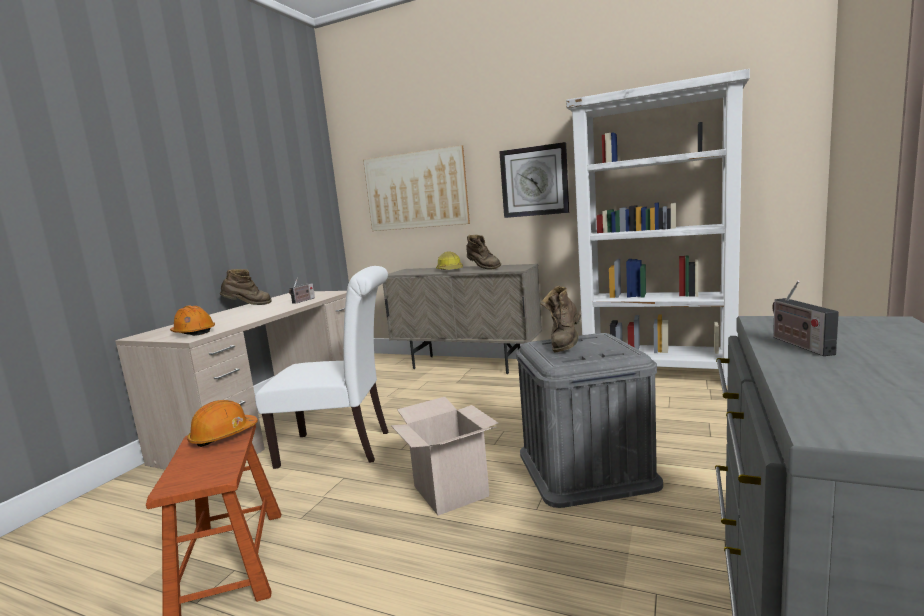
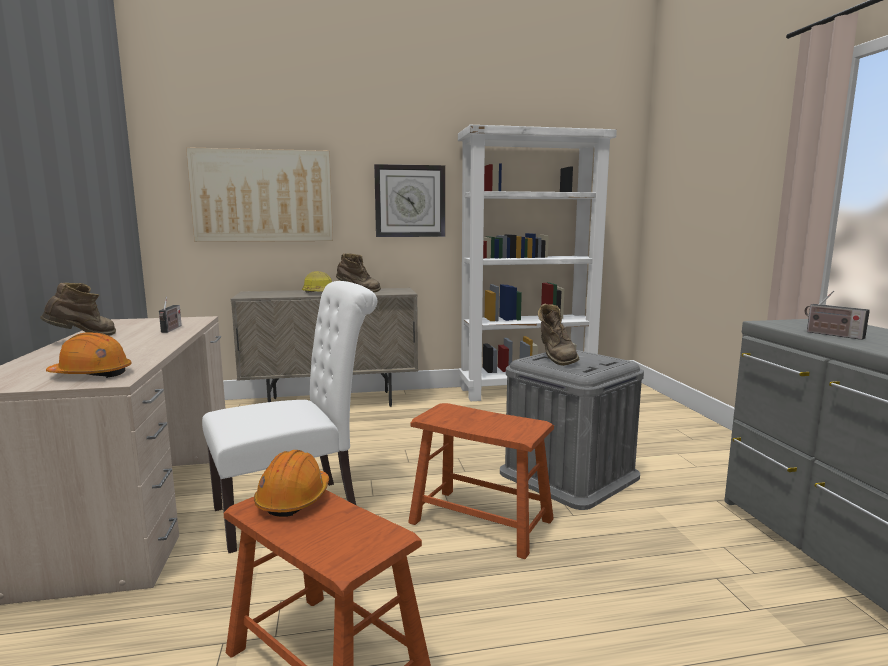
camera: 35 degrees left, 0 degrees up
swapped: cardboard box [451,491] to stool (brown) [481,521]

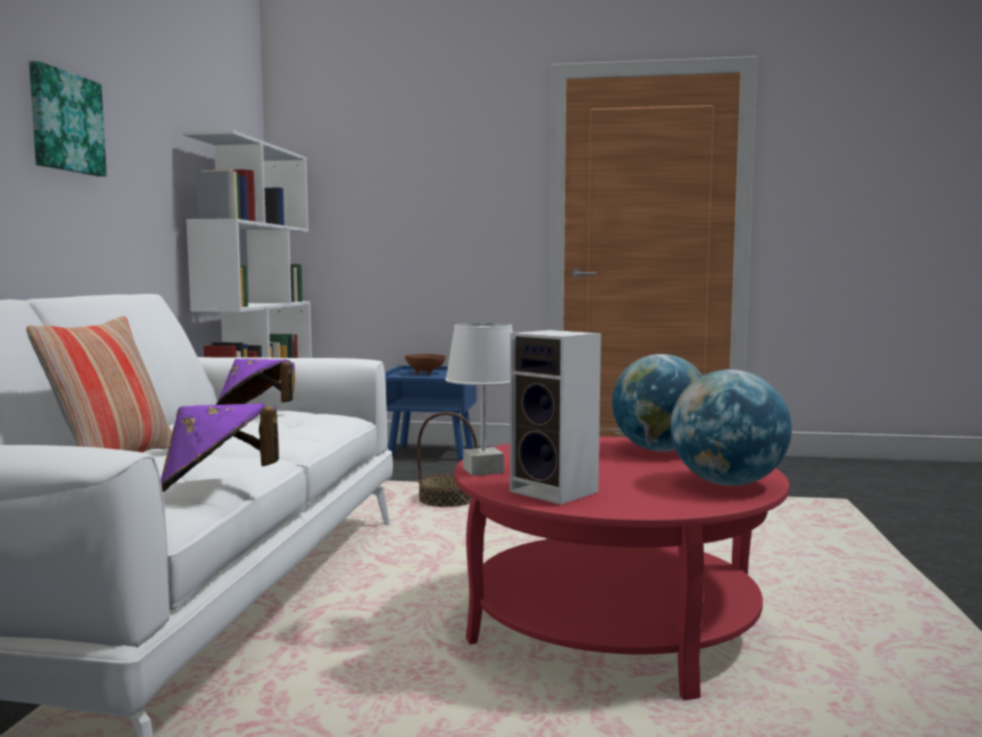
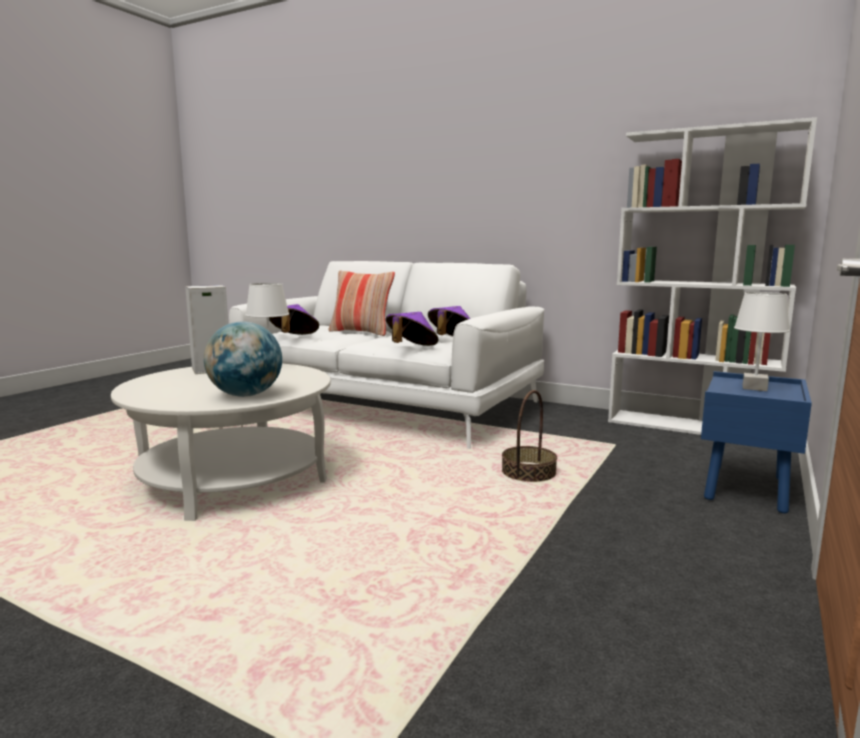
camera: 110 degrees right, 5 degrees up
gone: picture [65,122]; globe [727,483]
new: hat (purple) [411,348]
swapped: bowl (brown) [426,373] to table lamp (white) [754,388]
repainted: coffee table (red) [613,624] to coffee table (white) [233,479]

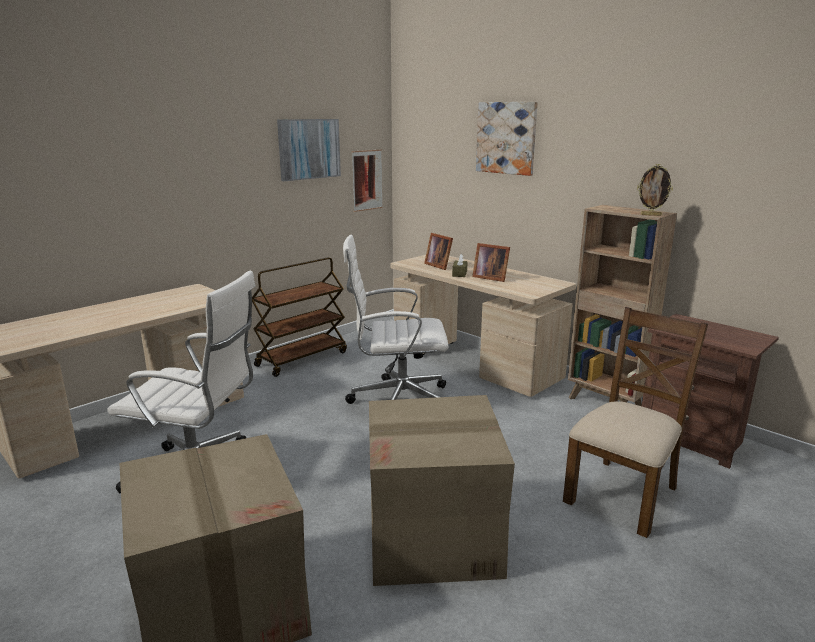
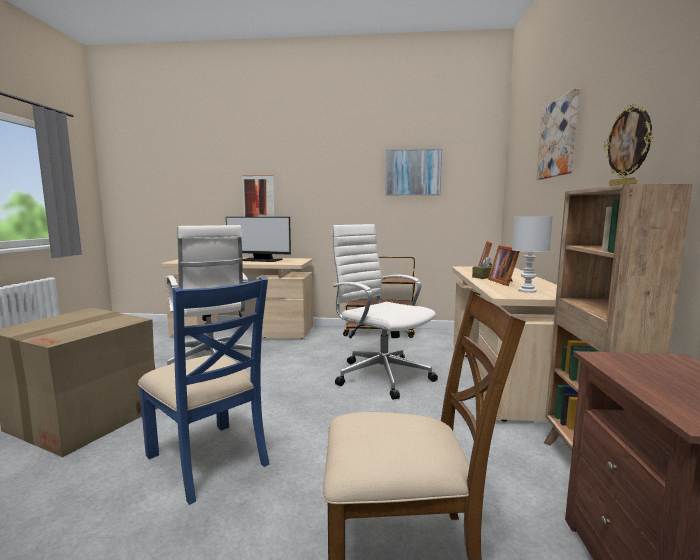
camera: 50 degrees right, 10 degrees down
new: monitor [261,260]; table lamp (white) [526,291]
shifted: picture [367,180] to [258,199]
swapped: cardboard box [434,537] to chair (blue) [208,459]

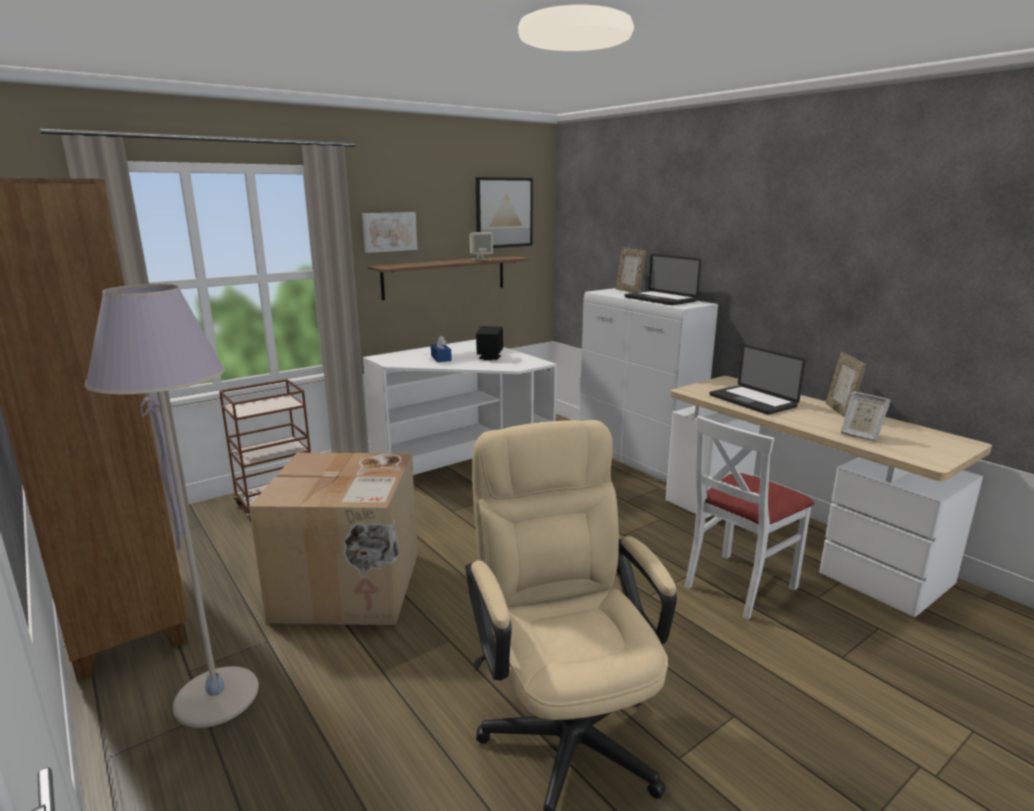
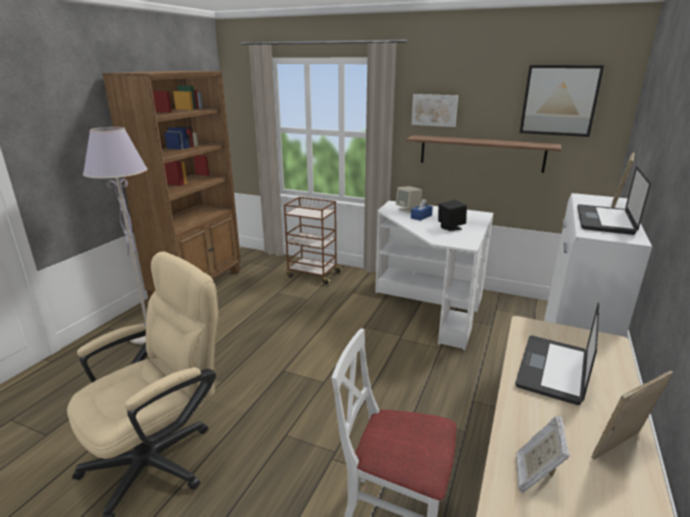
camera: 60 degrees right, 5 degrees up
gone: cardboard box [349,587]
shifted: speaker (beige) [481,259] to [408,209]

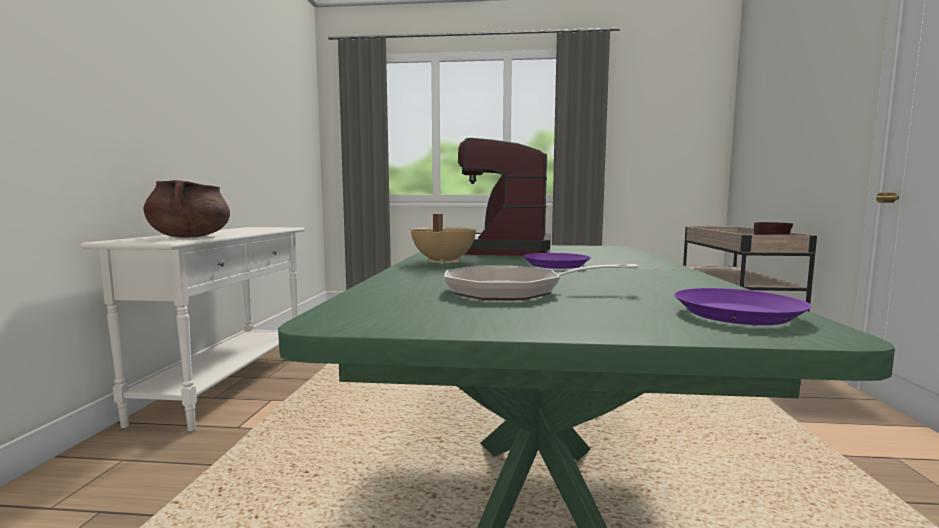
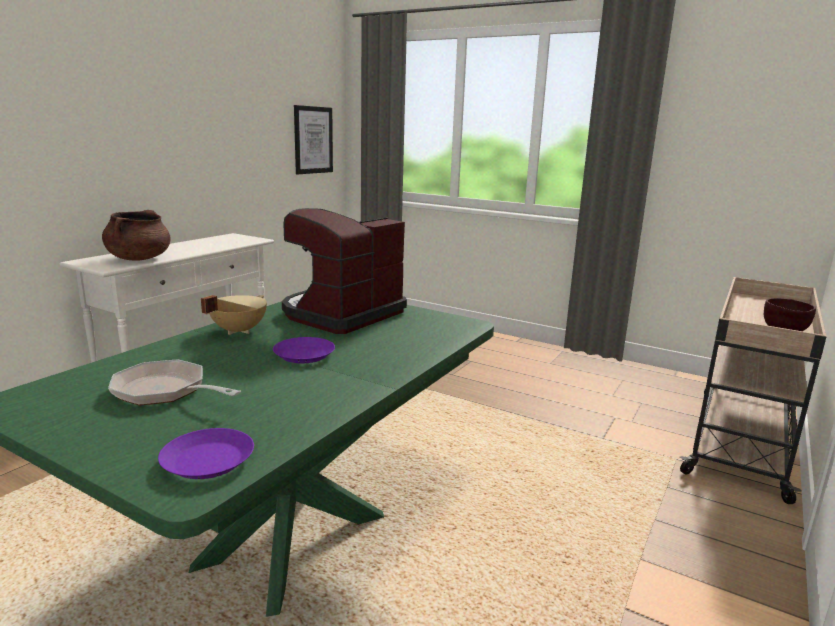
camera: 25 degrees right, 10 degrees up
new: picture [313,140]

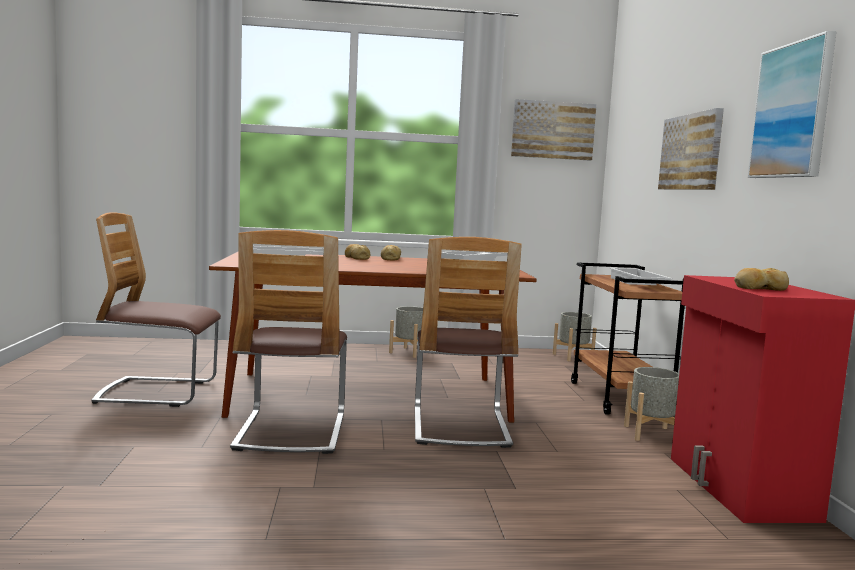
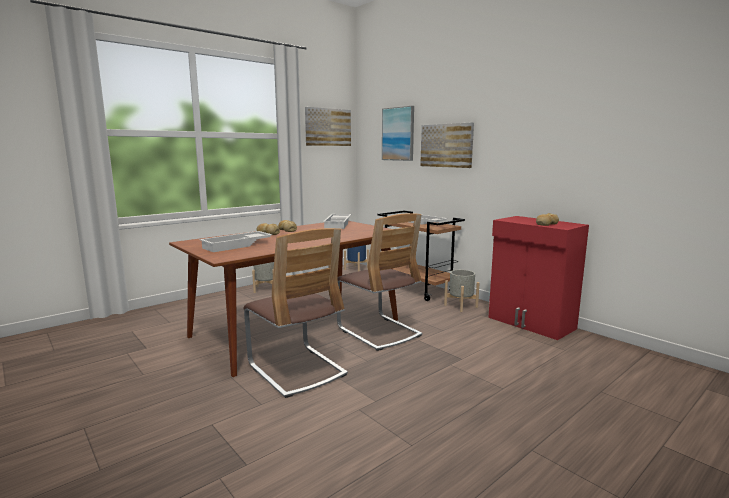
camera: 35 degrees left, 5 degrees up
gone: chair [157,392]
shifted: picture [792,111] to [398,134]
repainted: planter (grey) [572,357] to planter (blue) [356,269]

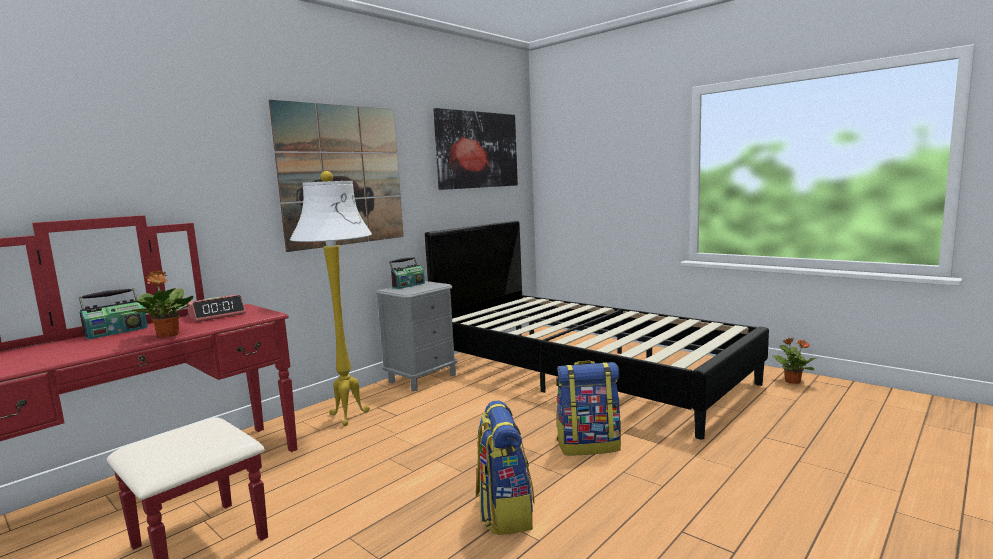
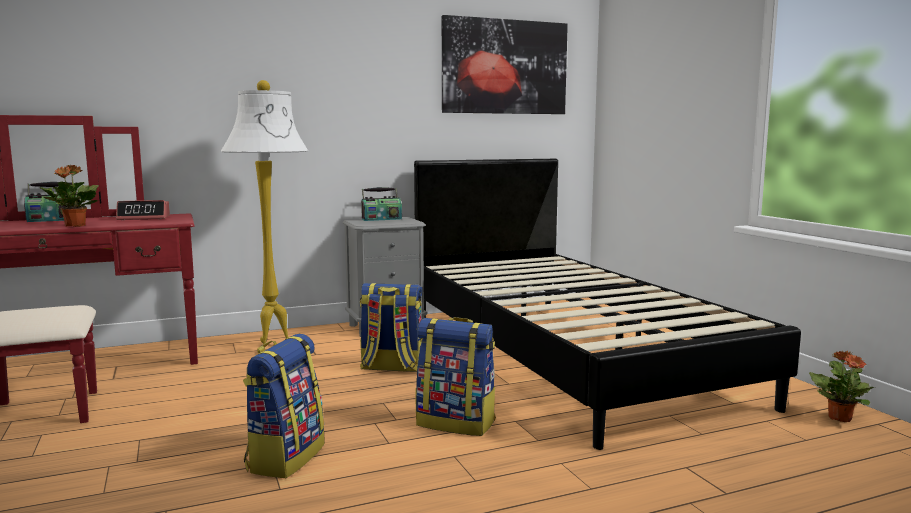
camera: 25 degrees right, 0 degrees up
gone: picture [342,175]
new: backpack [391,367]

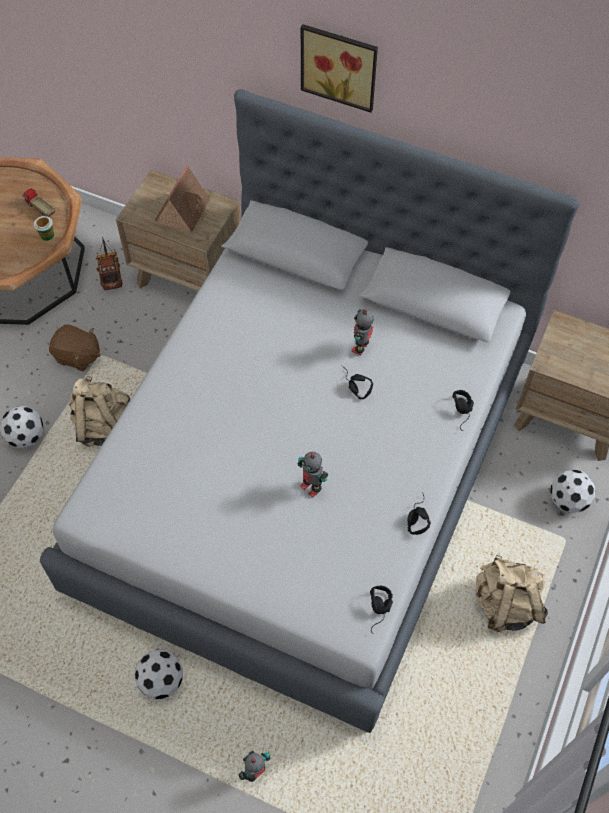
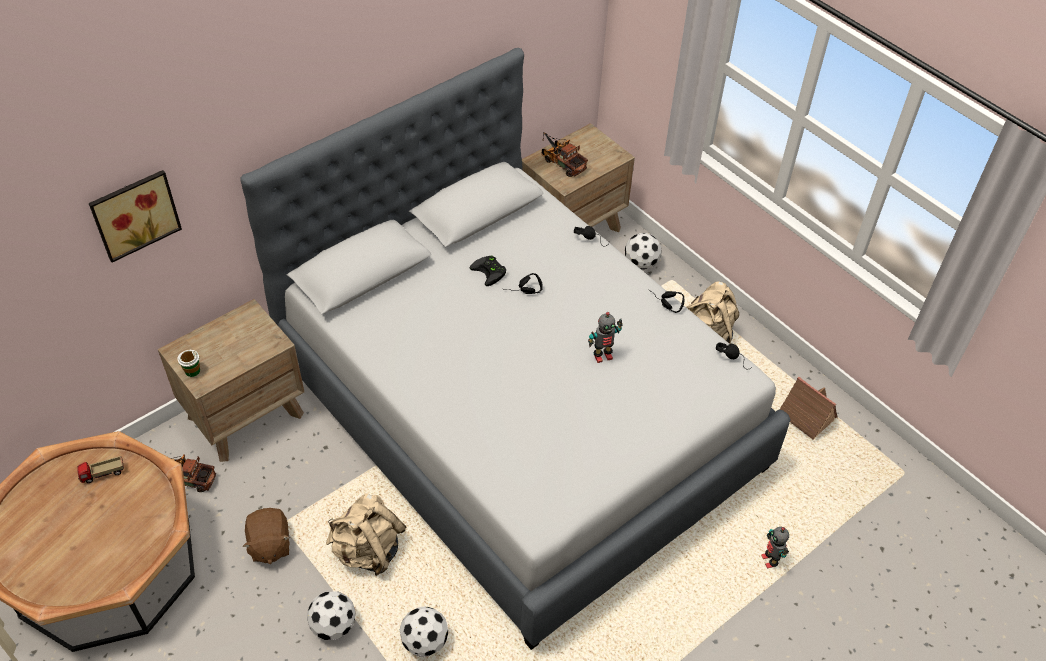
camera: 65 degrees left, 10 degrees down
new: toy truck [561,162]
shifted: cup [47,235] to [192,371]; football [161,680] to [425,642]; toy house [184,210] to [803,416]; picture [340,65] to [134,213]
swapped: toy robot [361,348] to game controller (black) [490,272]
rotated: plush toy (brown) [77,356] = [269,545] 120 degrees clockwise

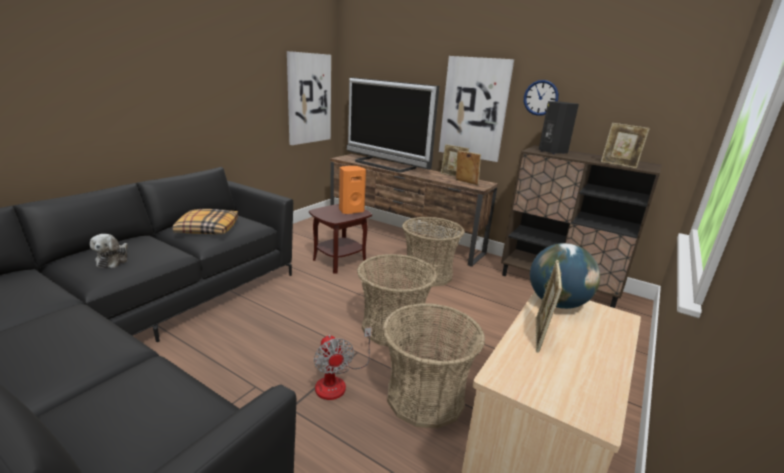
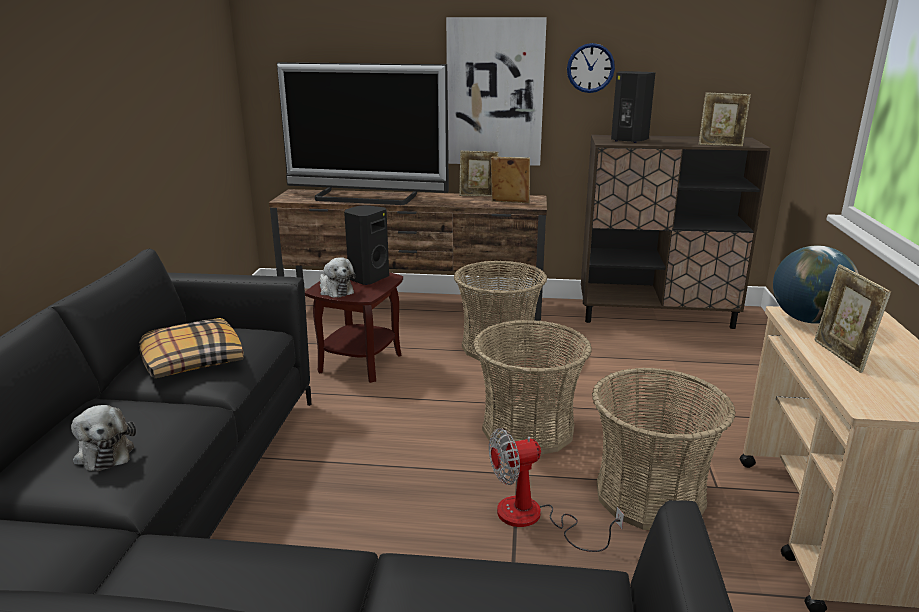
camera: 25 degrees left, 0 degrees up
gone: picture [309,98]
new: plush toy [335,290]
repainted: speaker (orange) [350,211] to speaker (black) [367,278]
rotated: fan [337,381] = [534,518] 120 degrees clockwise

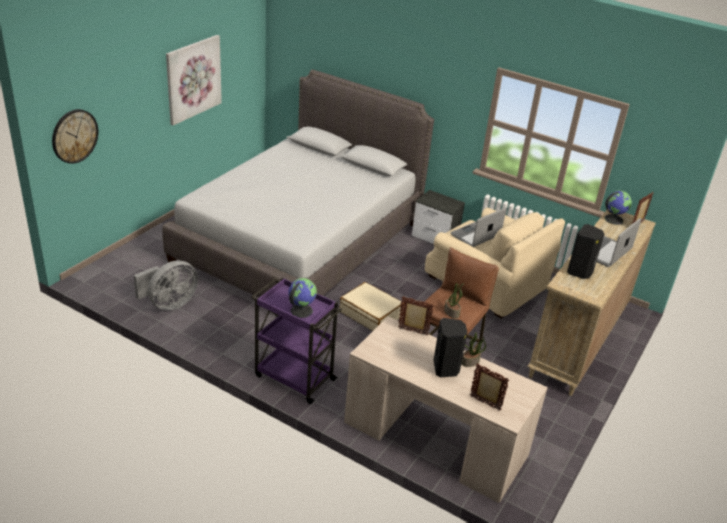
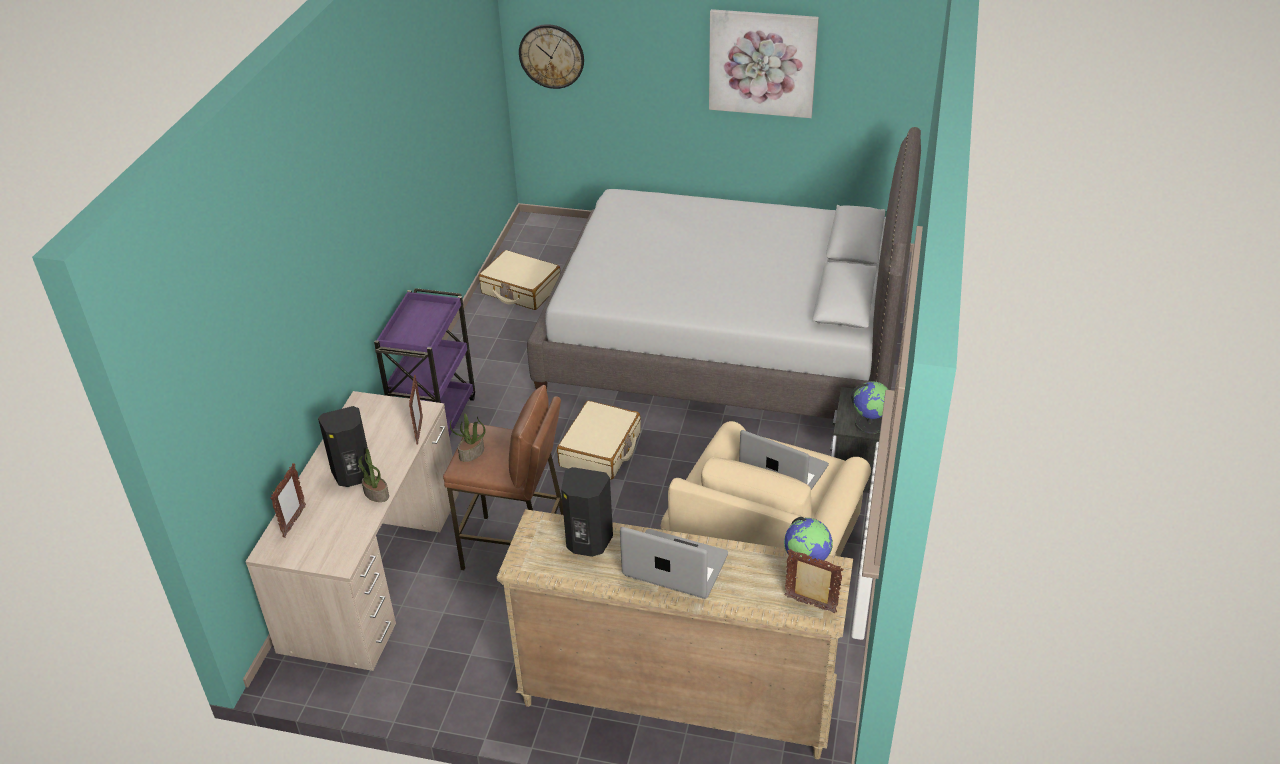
camera: 75 degrees right, 5 degrees up
shifted: globe [301,310] to [869,423]
swapped: fan (grey) [169,304] to suitcase (beige) [520,289]

